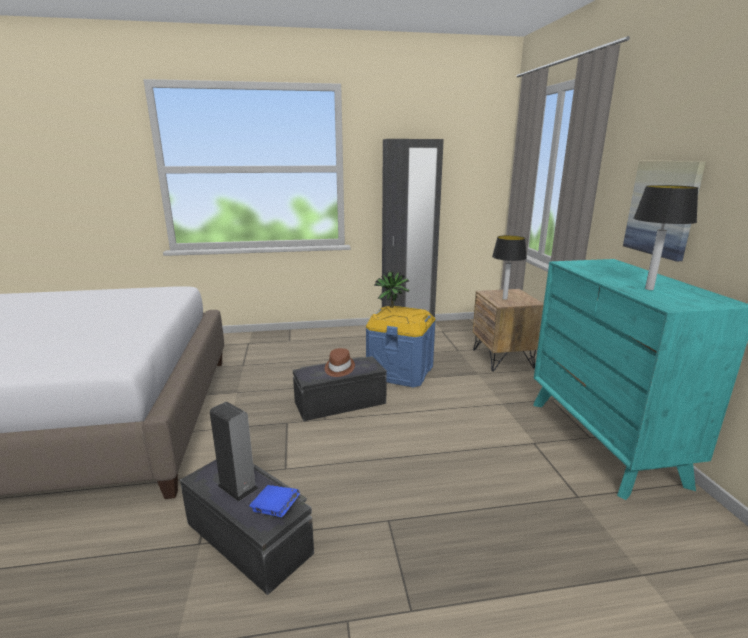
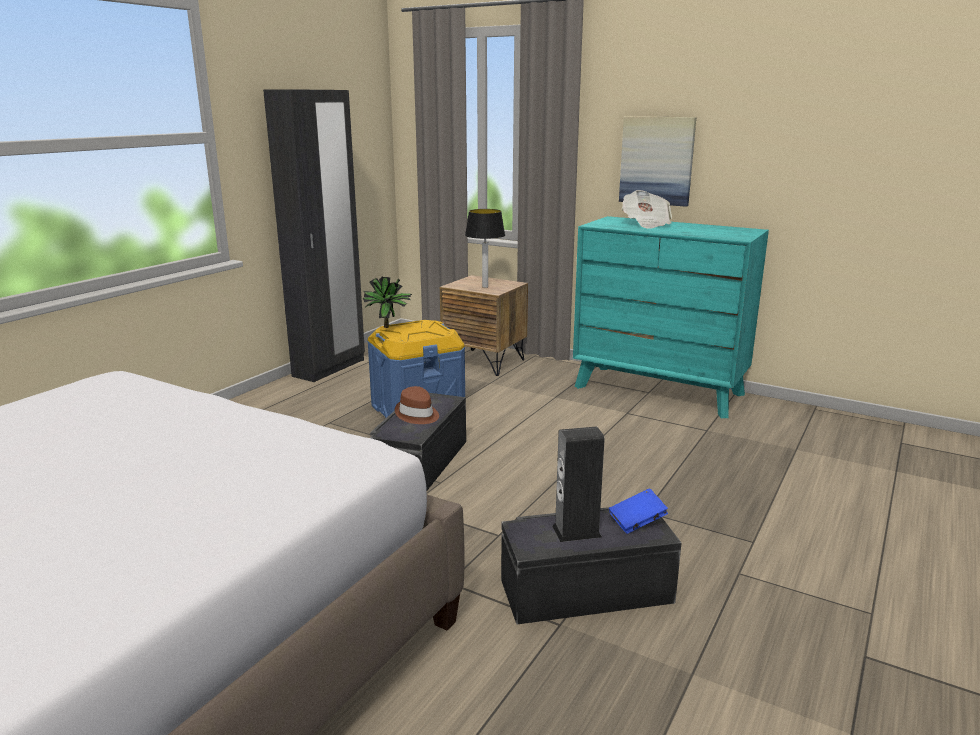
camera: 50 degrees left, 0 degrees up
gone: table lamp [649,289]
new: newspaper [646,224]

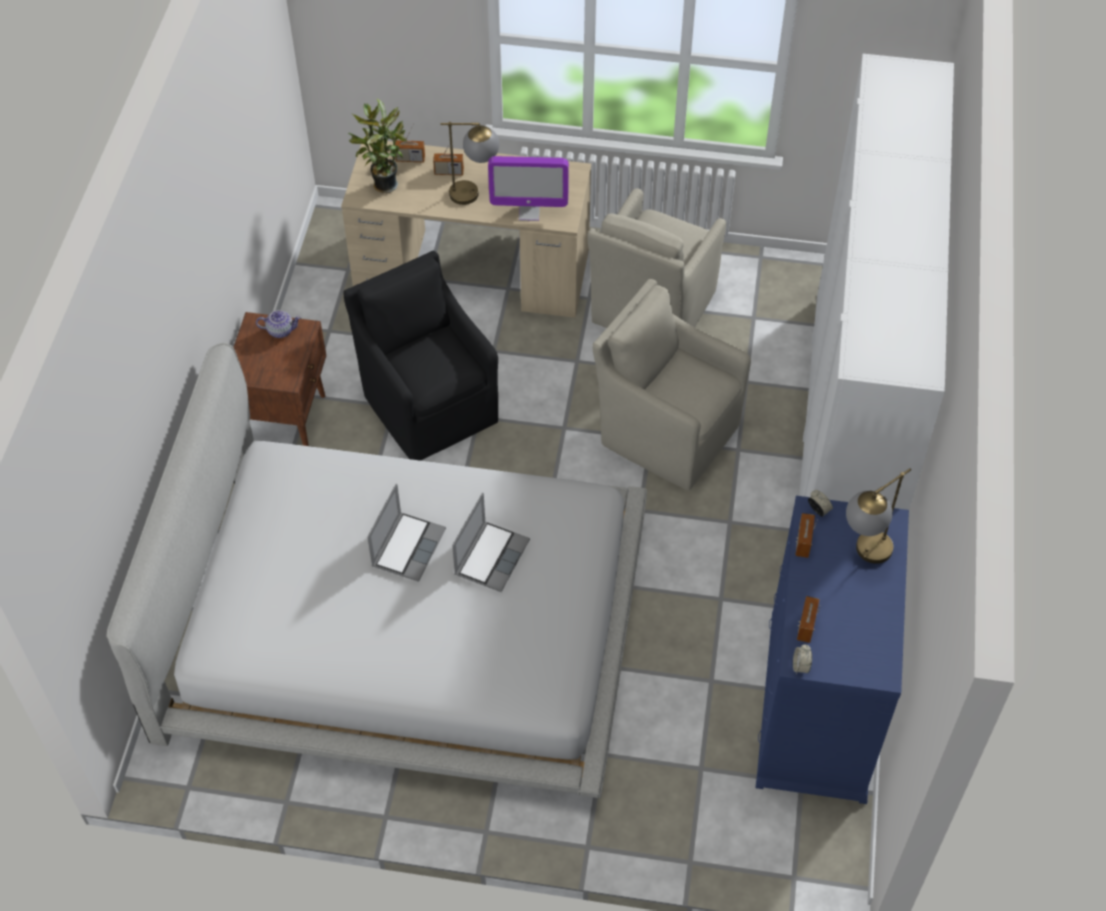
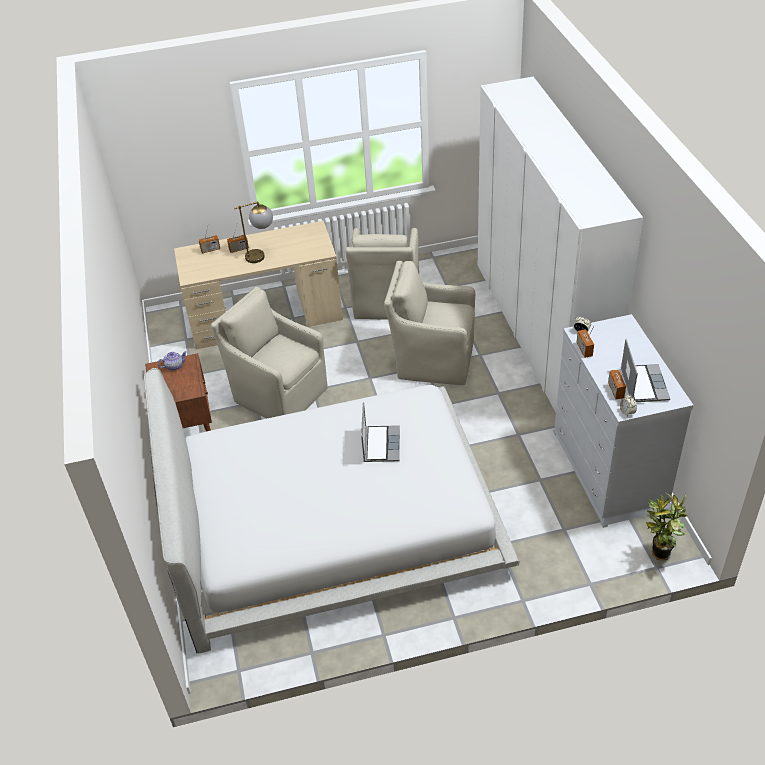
camera: 20 degrees left, 10 degrees down
gone: monitor [529,212]; table lamp [864,555]
shifted: potted plant [382,185] to [658,553]; laptop [408,547] to [643,384]
repainted: armchair (black) [429,405] to armchair (beige) [278,393]; dresser (blue) [817,706] to dresser (white) [609,470]

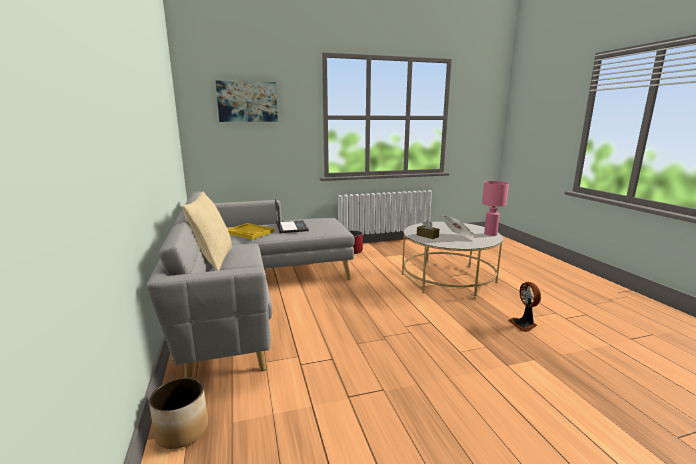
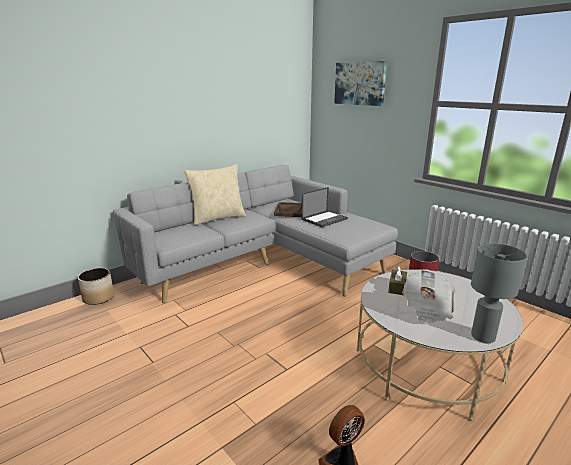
camera: 65 degrees right, 5 degrees up
repainted: tray (yellow) [250,232] to tray (brown) [290,211]; table lamp (pink) [490,234] to table lamp (grey) [483,337]

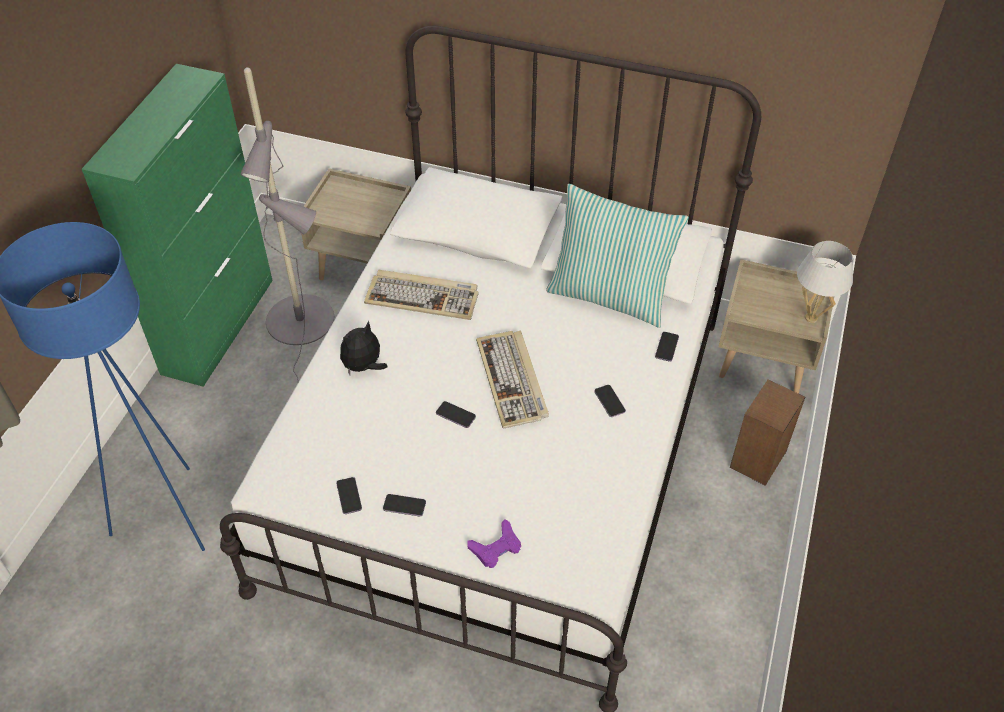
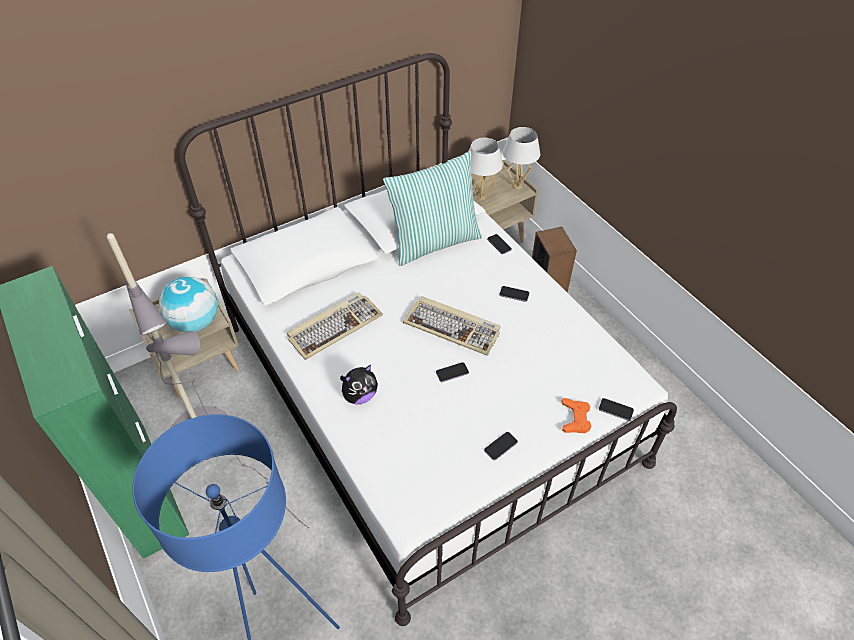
camera: 50 degrees left, 0 degrees up
new: globe [195,322]; table lamp (white) [481,197]
shifted: phone [349,496] to [615,410]
repainted: game controller (purple) [496,548] to game controller (orange) [575,418]
rotated: plush toy [363,366] = [359,395] 120 degrees counterclockwise

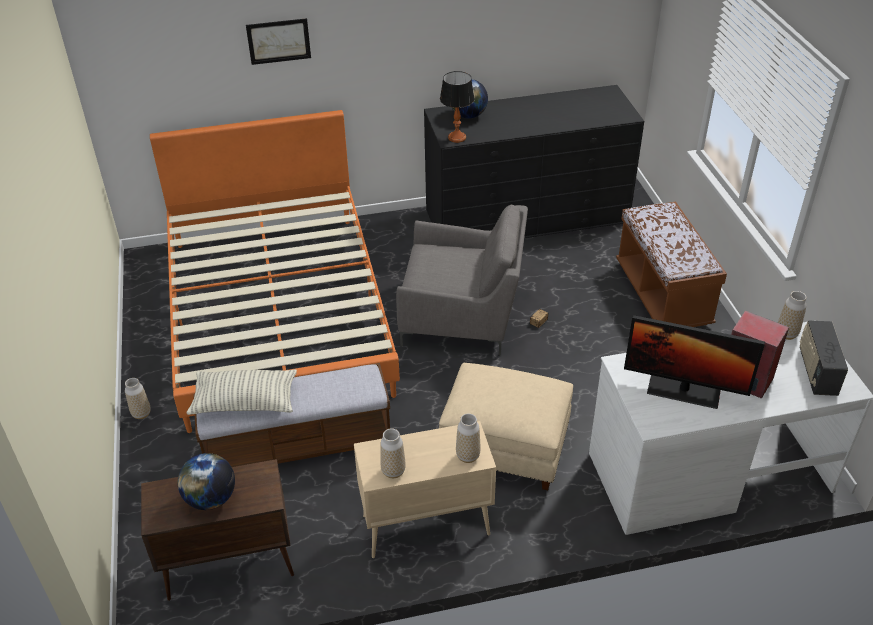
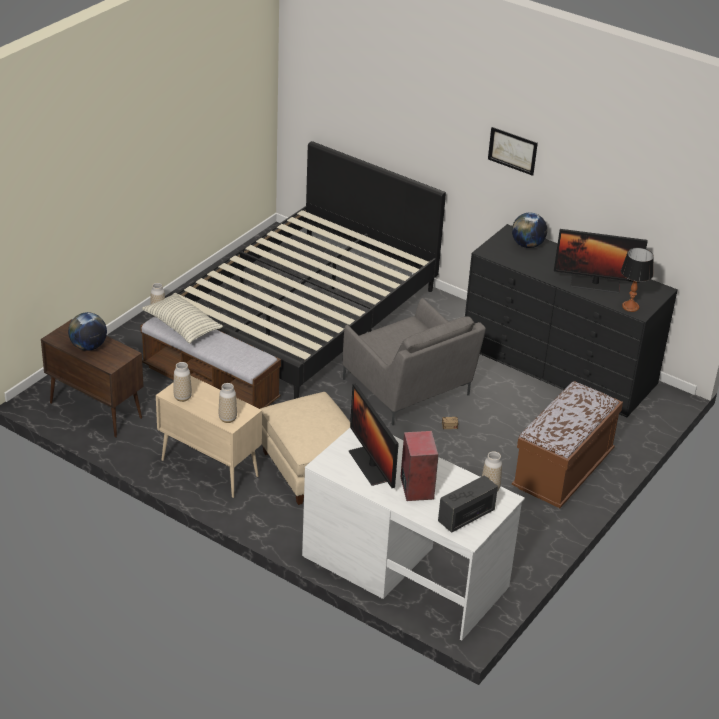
camera: 45 degrees right, 5 degrees down
new: monitor [595,284]
shifted: picture [278,41] to [512,150]; table lamp [456,137] to [630,307]
repainted: bed (orange) [278,313] to bed (black) [304,313]

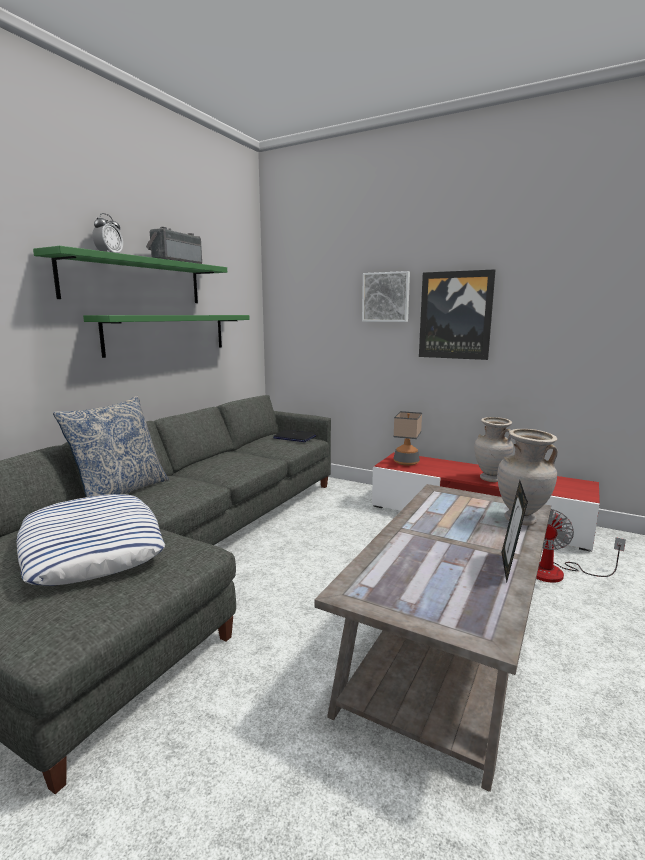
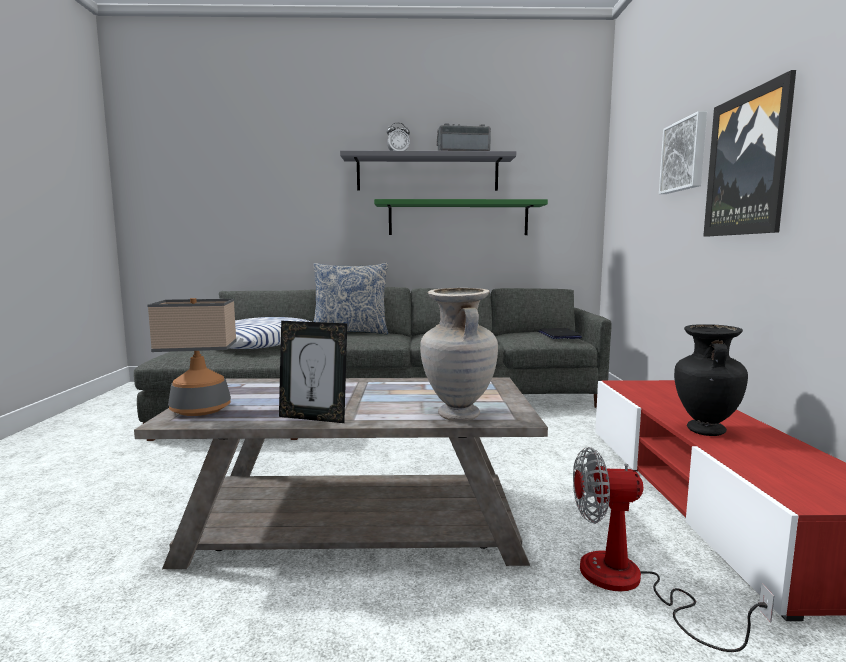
camera: 60 degrees right, 5 degrees down
shifted: table lamp [406,463] to [200,410]
repainted: shelf (green) [135,281] to shelf (grey) [427,173]; vase (beige) [490,479] to vase (black) [704,430]
rotated: picture frame [509,567] = [313,418] 150 degrees counterclockwise

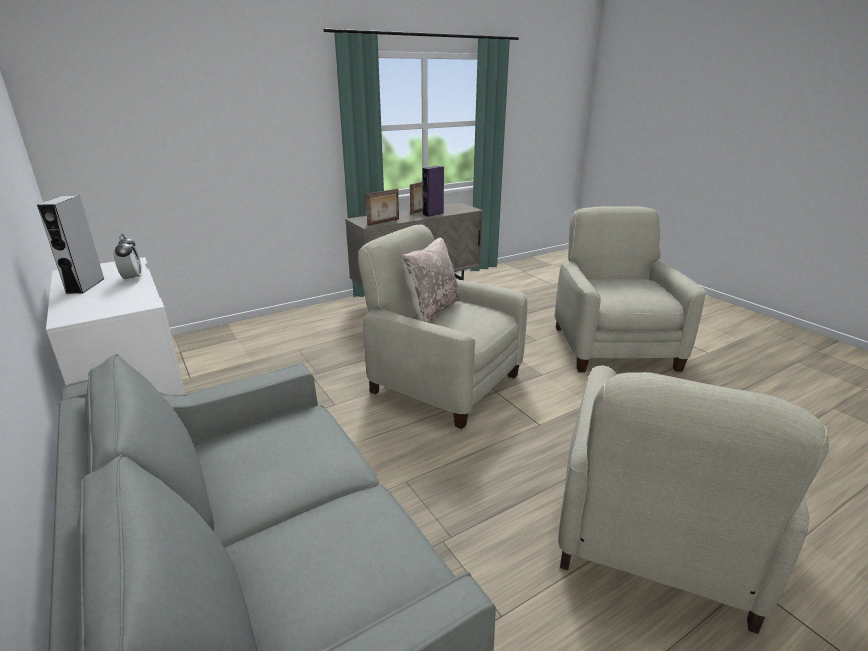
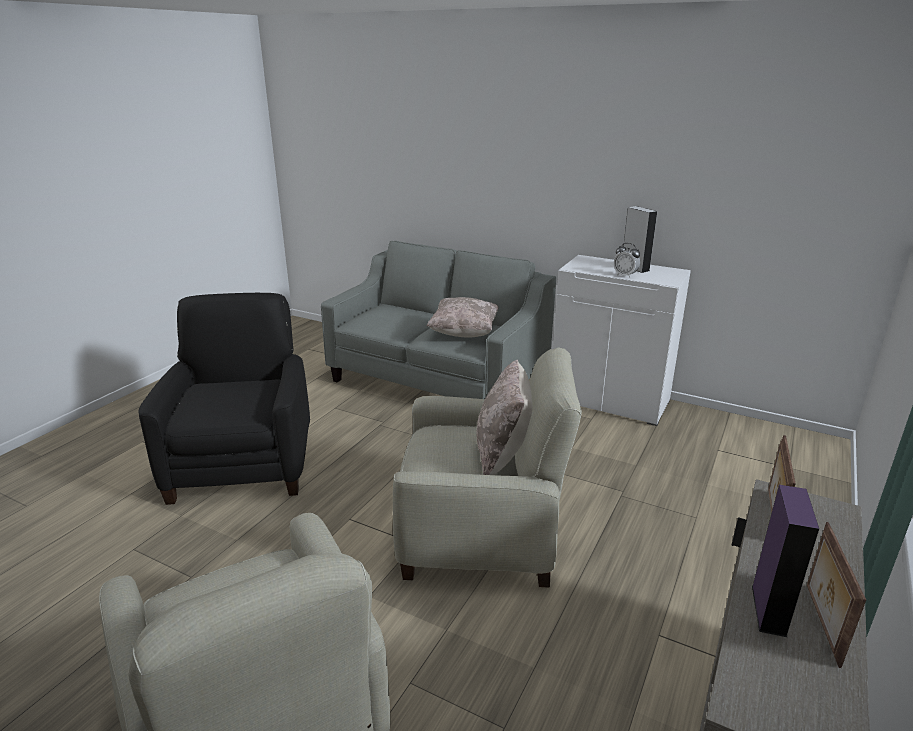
camera: 150 degrees right, 0 degrees up
new: pillow (beige) [464,333]
repainted: armchair (beige) [655,536] to armchair (black) [243,463]

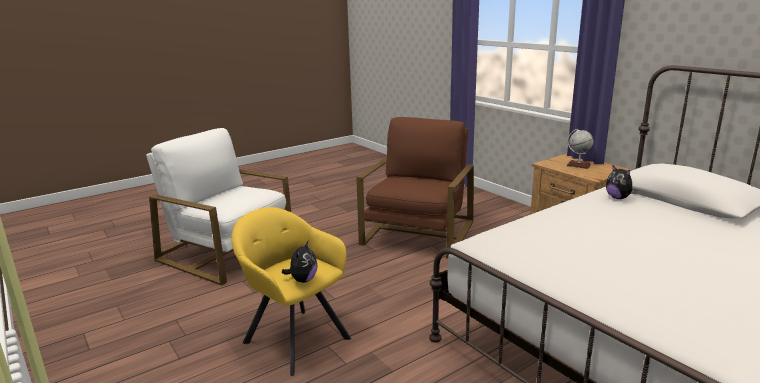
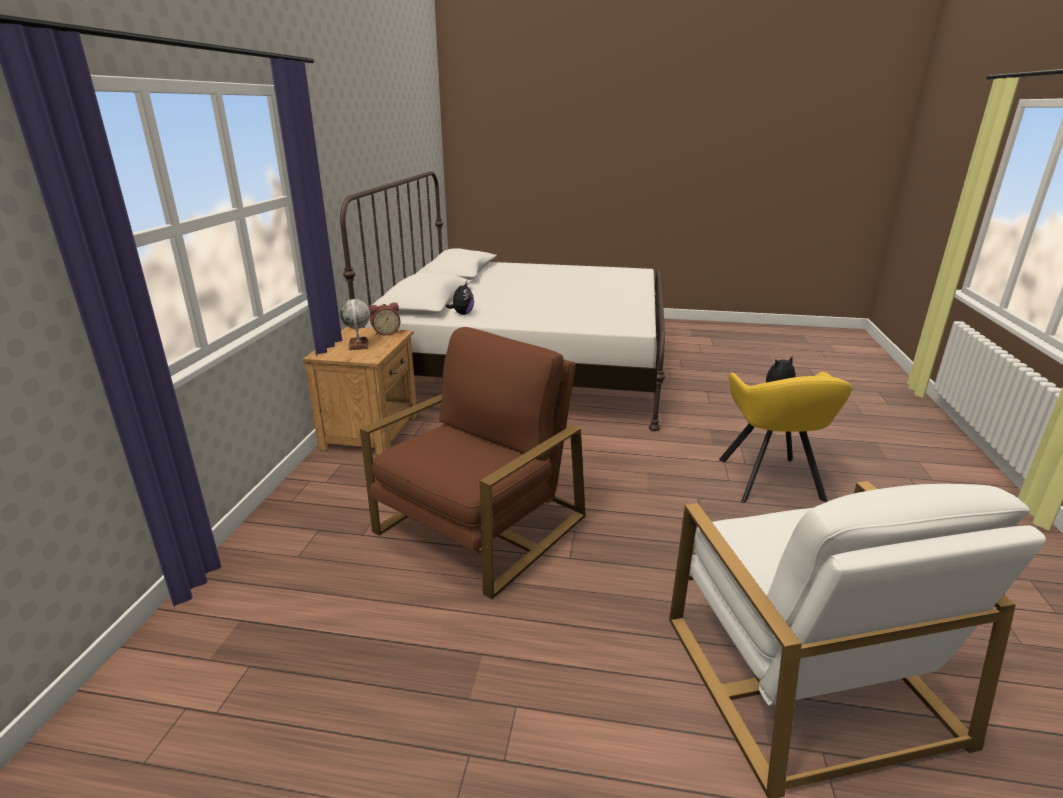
camera: 135 degrees left, 5 degrees up
new: alarm clock [386,333]
rotated: armchair (brown) [418,233] = [480,525] 150 degrees clockwise

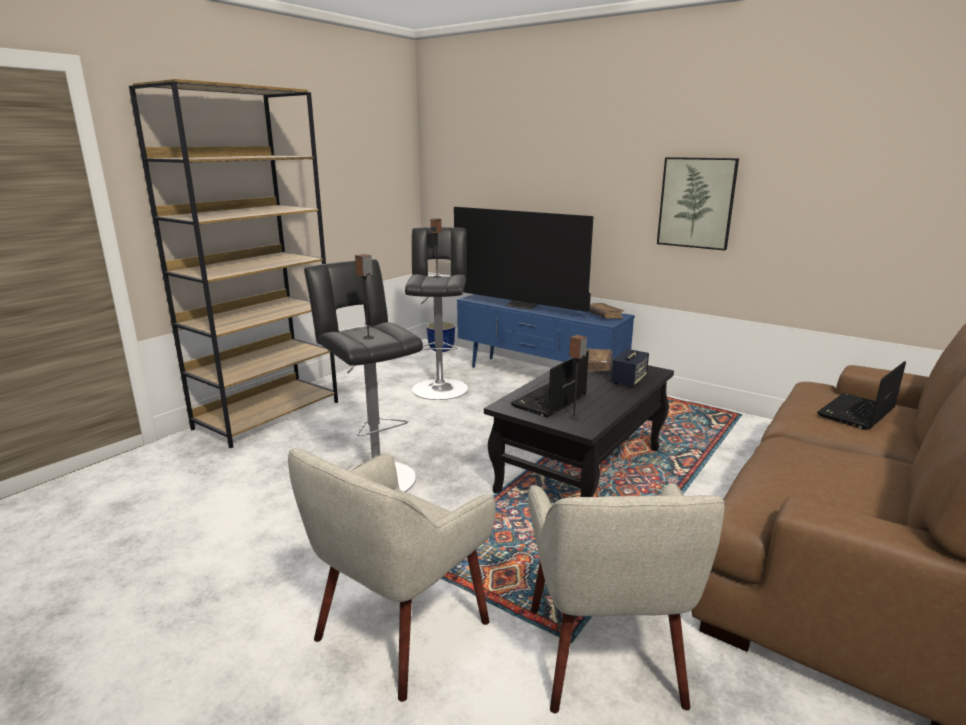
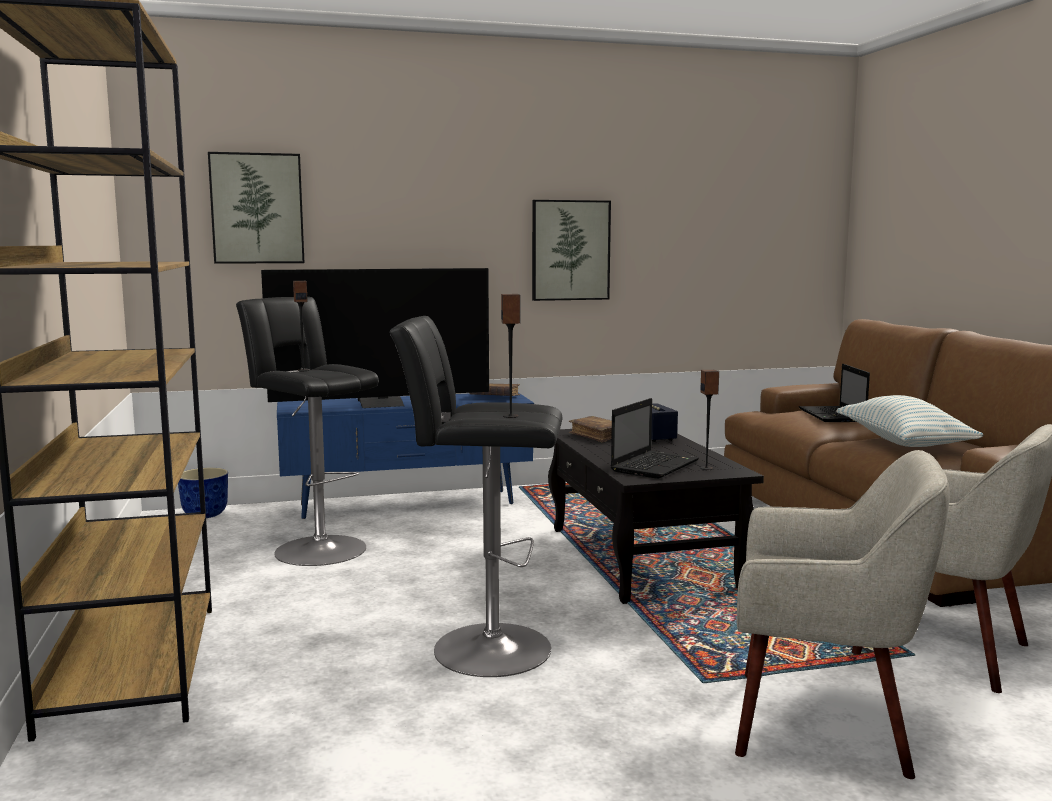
camera: 50 degrees left, 10 degrees down
new: picture [257,208]; pillow [903,443]
rotated: armchair (beige) [399,630] = [824,724] 60 degrees counterclockwise; laptop [549,402] = [655,466] 135 degrees counterclockwise

